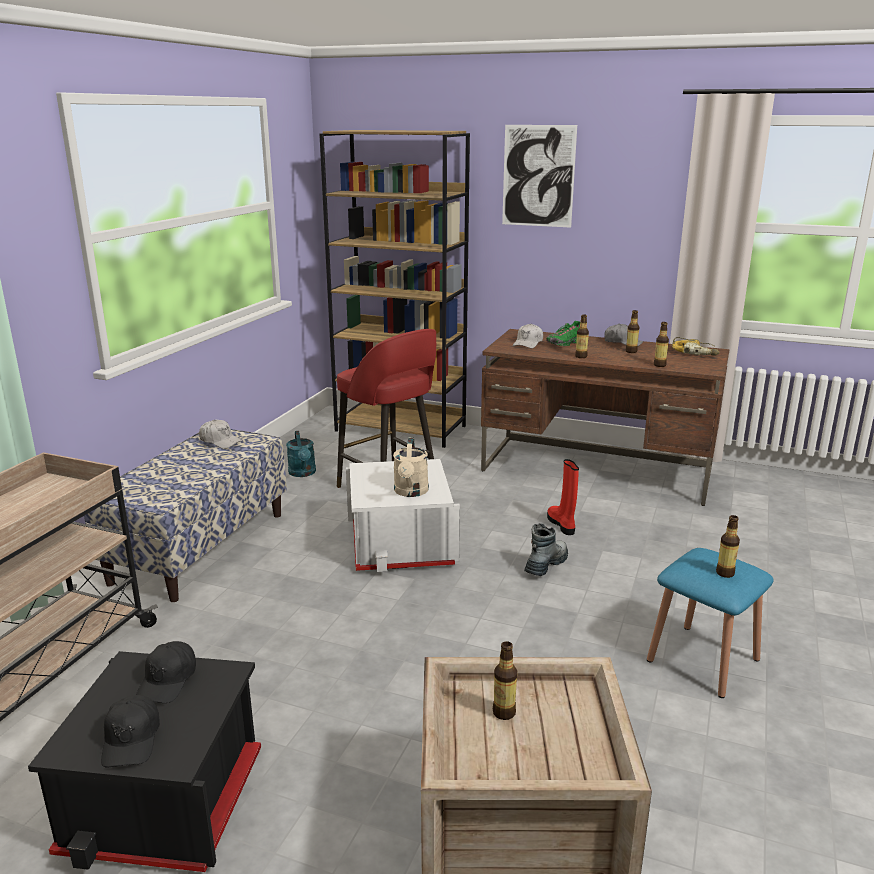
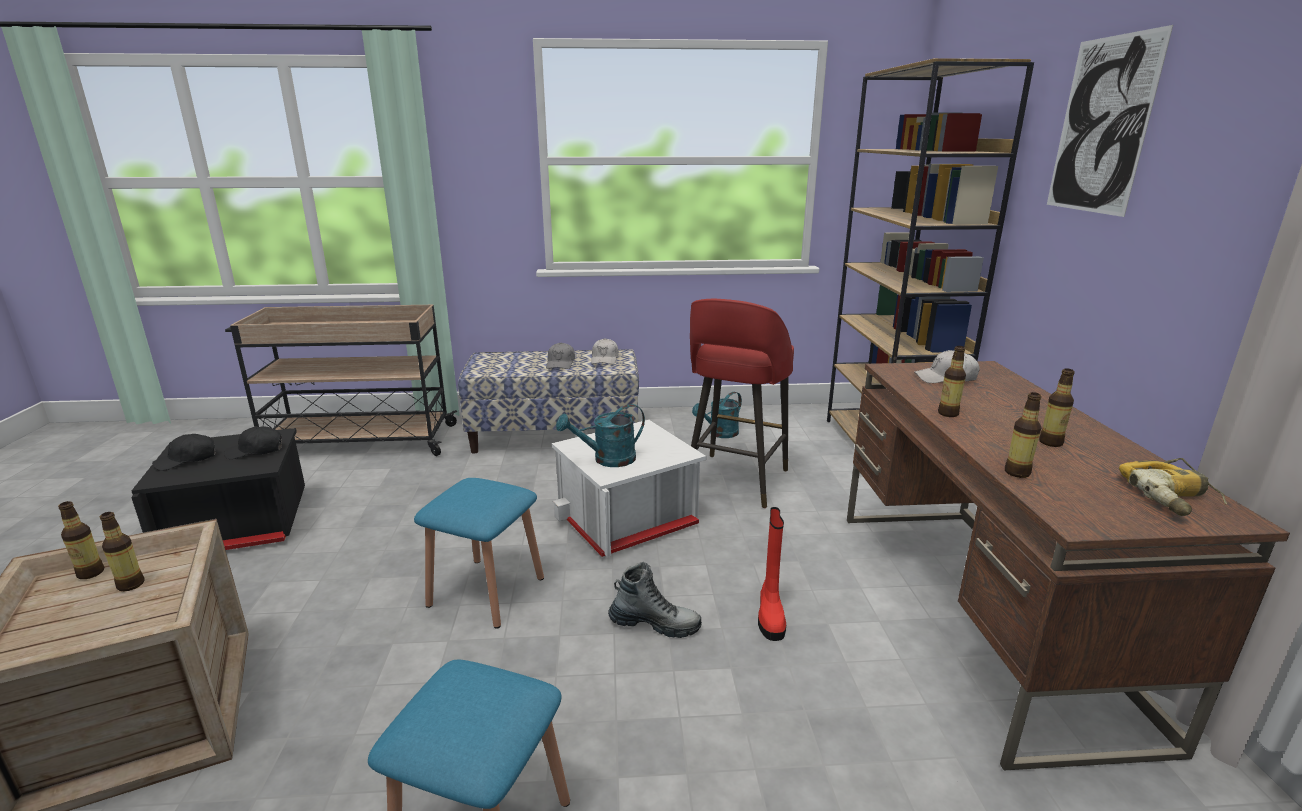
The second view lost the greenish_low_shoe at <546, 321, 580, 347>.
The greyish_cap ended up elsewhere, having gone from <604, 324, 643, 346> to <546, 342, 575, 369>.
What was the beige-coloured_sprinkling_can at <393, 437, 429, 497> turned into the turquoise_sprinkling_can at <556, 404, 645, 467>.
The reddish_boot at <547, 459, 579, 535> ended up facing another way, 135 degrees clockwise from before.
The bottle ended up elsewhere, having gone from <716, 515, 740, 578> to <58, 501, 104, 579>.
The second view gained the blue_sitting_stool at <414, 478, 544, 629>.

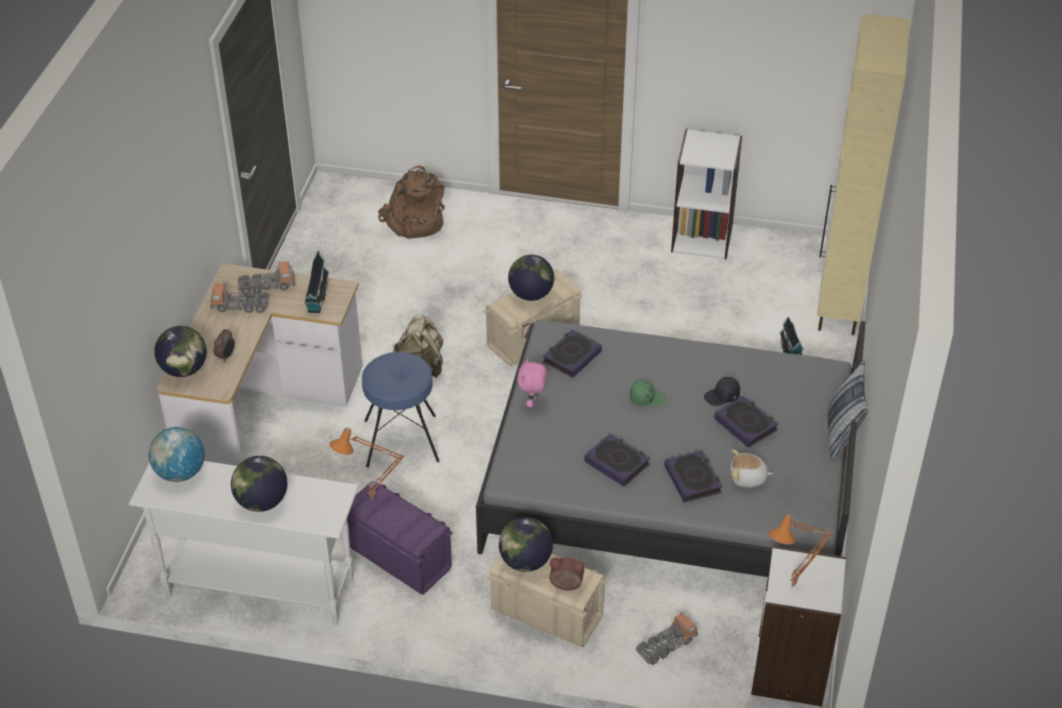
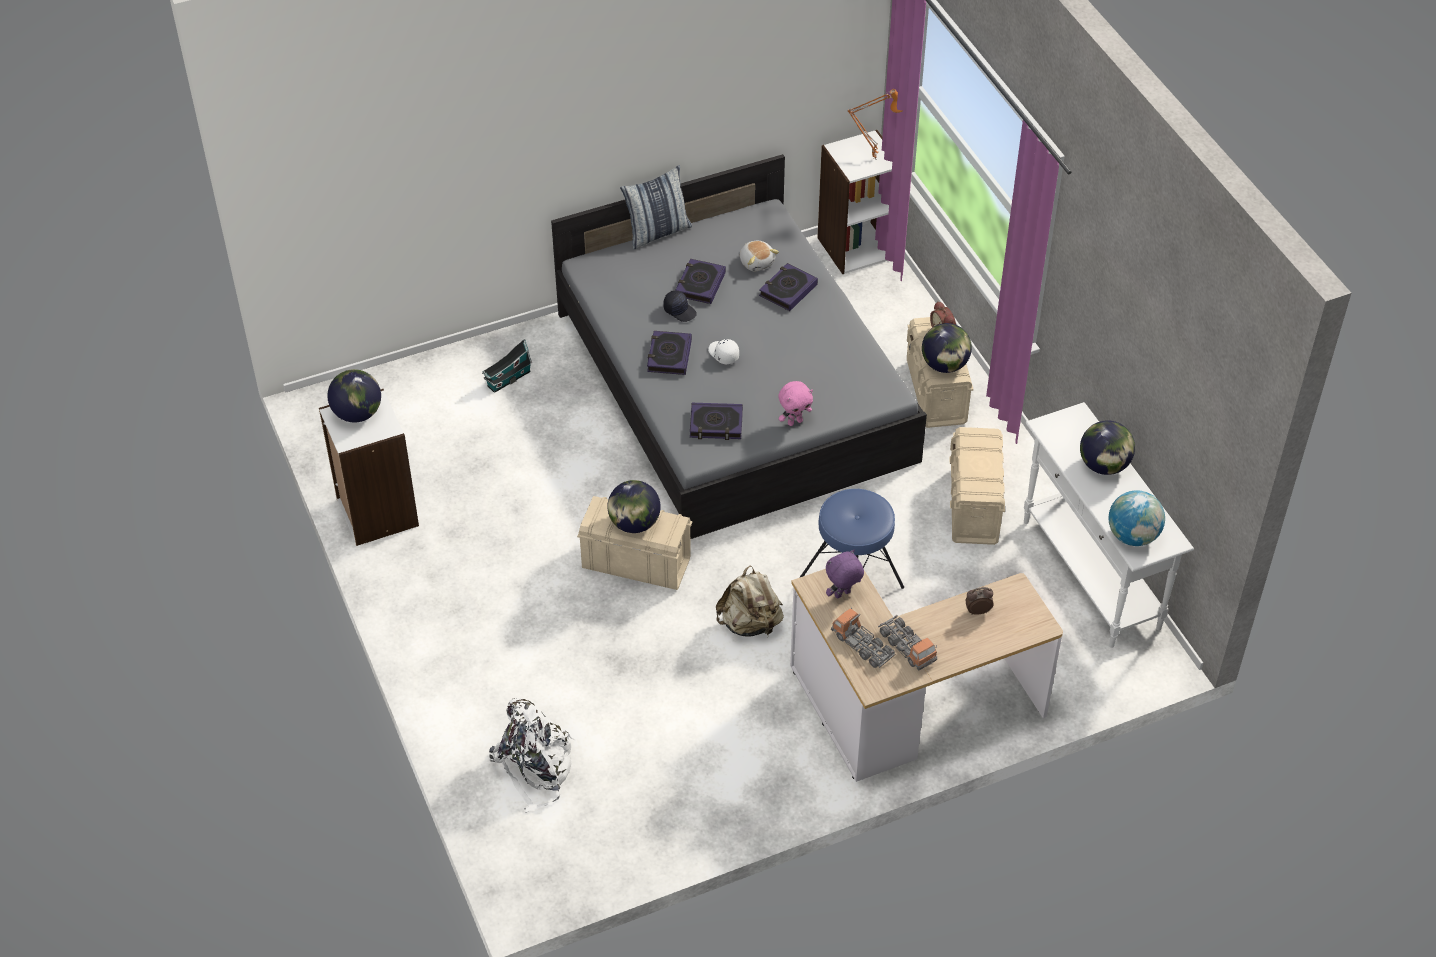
The second view lost the beige-coloured_cupboard at <817, 14, 910, 335>.
What was the brown_backpack at <378, 165, 445, 239> turned into the white_backpack at <488, 698, 576, 812>.
Where the toy_house stood at <304, 251, 329, 313>, the purplish_soft_toy came to stand at <826, 550, 864, 599>.
The desk_globe ended up elsewhere, having gone from <154, 326, 207, 377> to <327, 369, 381, 422>.
What was the greenish_cap at <630, 380, 666, 407> turned into the white_cap at <708, 339, 739, 364>.
The second view lost the orange-coloured_tabletop_lamp at <329, 428, 404, 500>.
The volume ended up elsewhere, having gone from <584, 434, 650, 487> to <647, 331, 692, 375>.
What was the purplish_storage_bin at <347, 481, 453, 594> turned into the beige-coloured_storage_bin at <950, 427, 1005, 545>.
The second view lost the model_truck at <635, 612, 698, 665>.

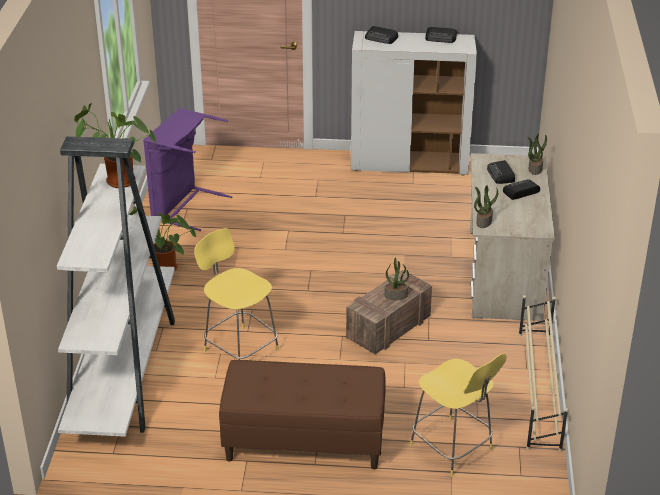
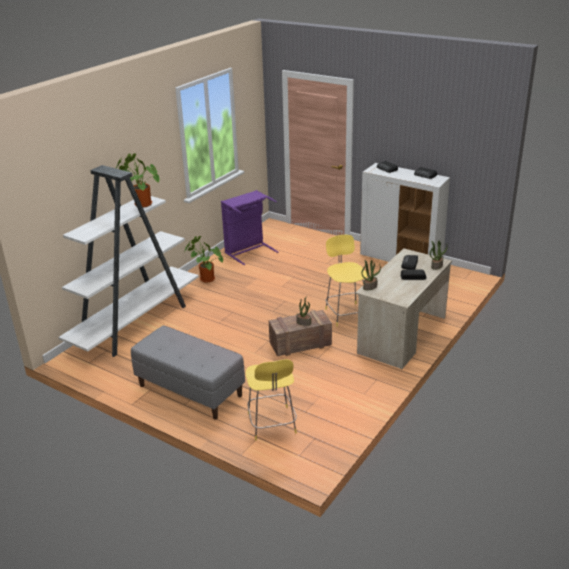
The yellowish_sitting_stool ended up elsewhere, having gone from <194, 228, 279, 360> to <325, 235, 367, 326>.
The second view lost the beige-coloured_shoe_shelf at <519, 295, 568, 451>.
What was the brown_indoor_bench at <219, 360, 386, 469> turned into the greyish_indoor_bench at <131, 325, 245, 420>.

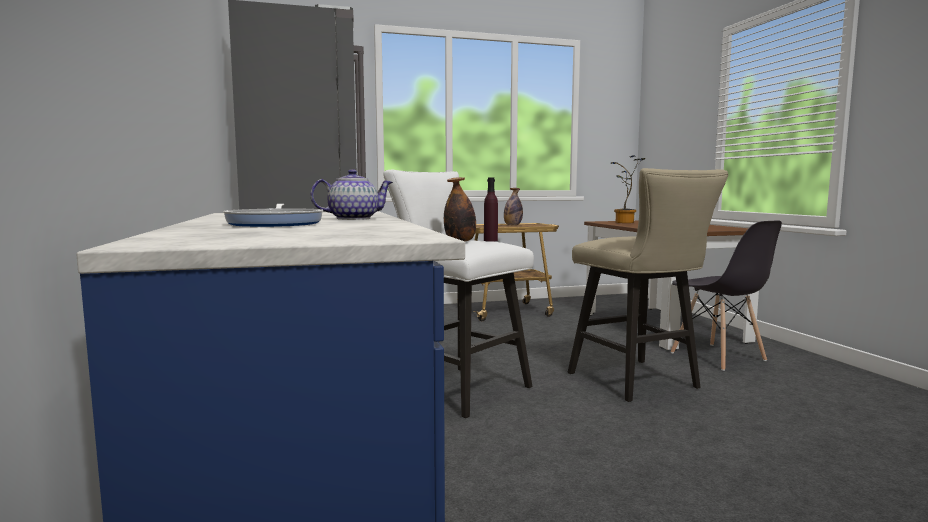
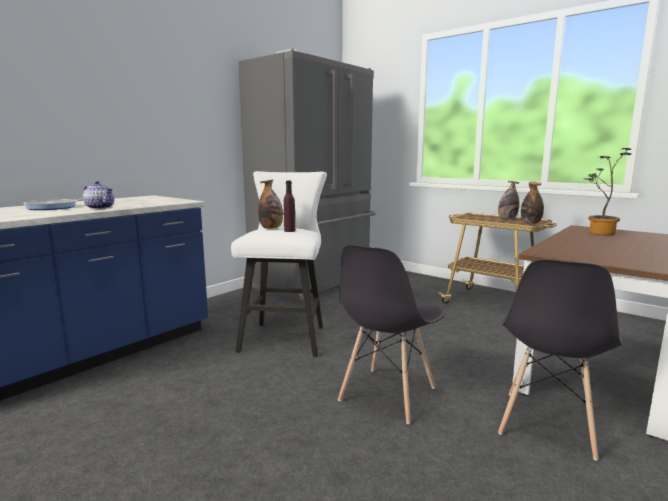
Where the beige-coloured_sitting_stool stood at <568, 168, 728, 402>, the greyish_plain_chair came to stand at <338, 245, 444, 424>.
The second view gained the bottle at <521, 182, 544, 224>.

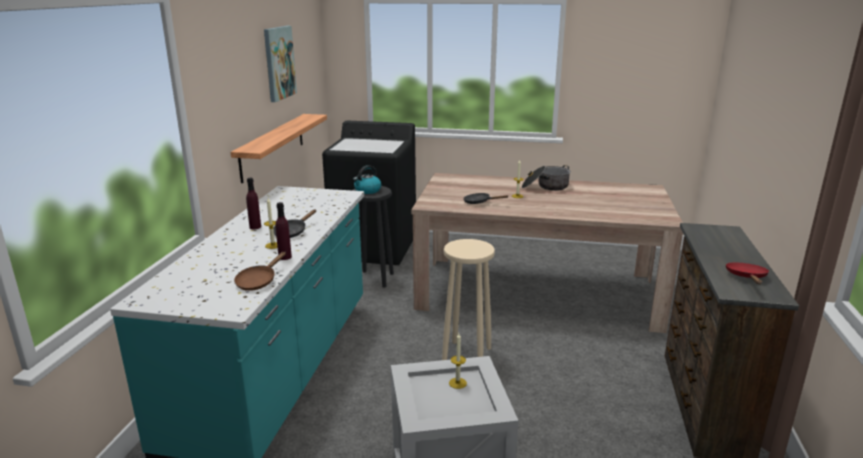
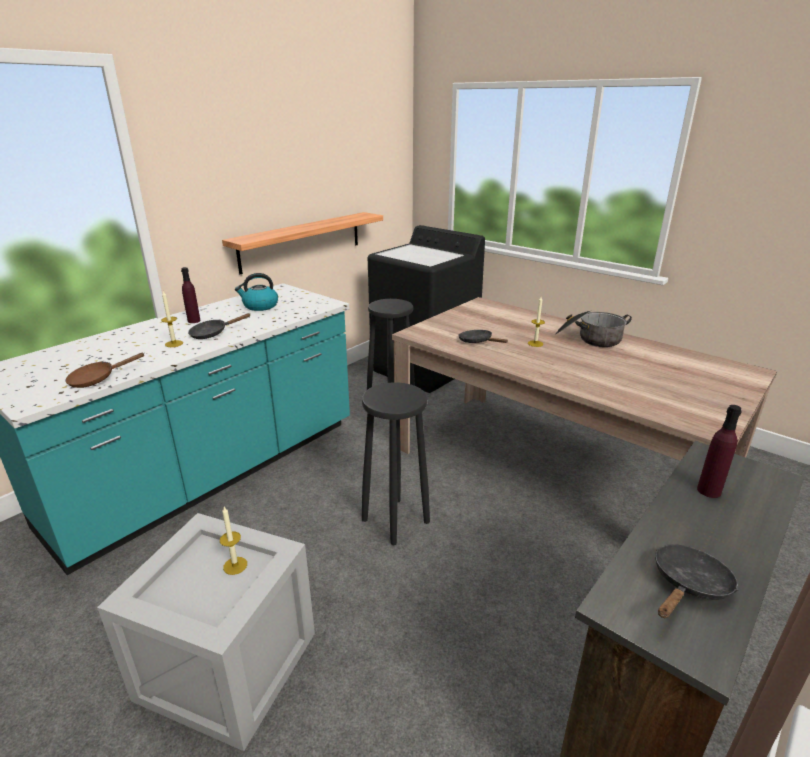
The second view lost the wall_art at <264, 26, 297, 102>.
The water_kettle ended up elsewhere, having gone from <353, 165, 381, 194> to <235, 273, 278, 311>.
The purplish_bottle ended up elsewhere, having gone from <276, 202, 292, 260> to <697, 405, 742, 498>.
What was the beige-coloured_sitting_stool at <442, 239, 495, 360> turned into the black-coloured_sitting_stool at <362, 382, 430, 545>.
What was the reddish_pan at <726, 262, 769, 284> turned into the black-coloured_pan at <655, 544, 738, 618>.

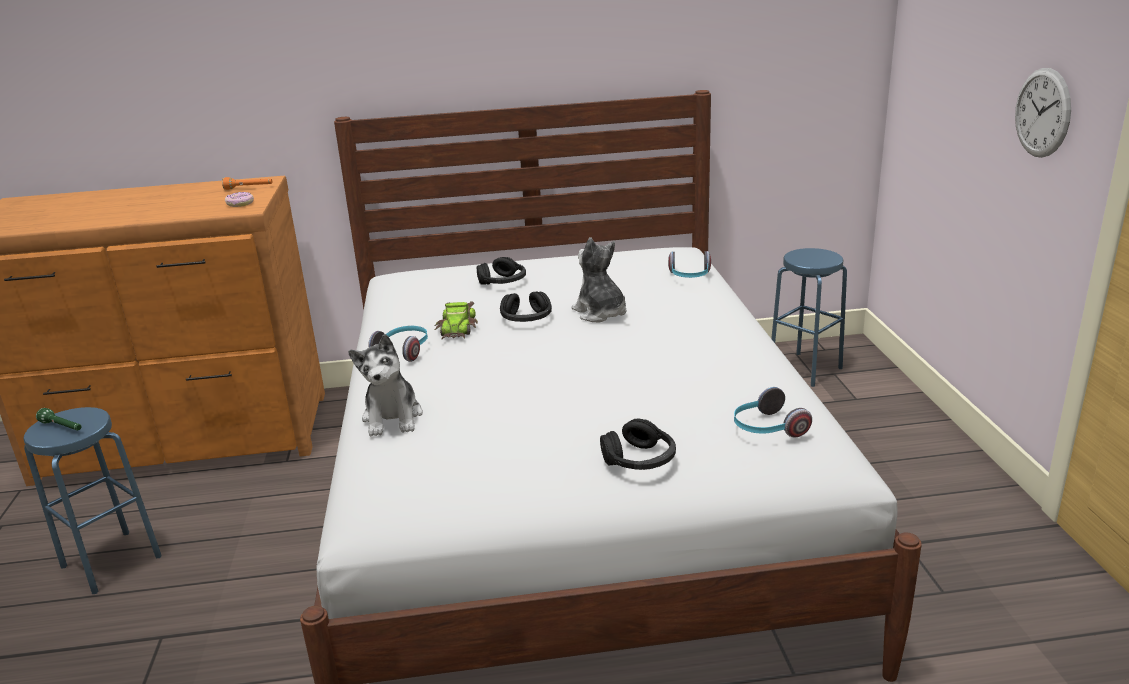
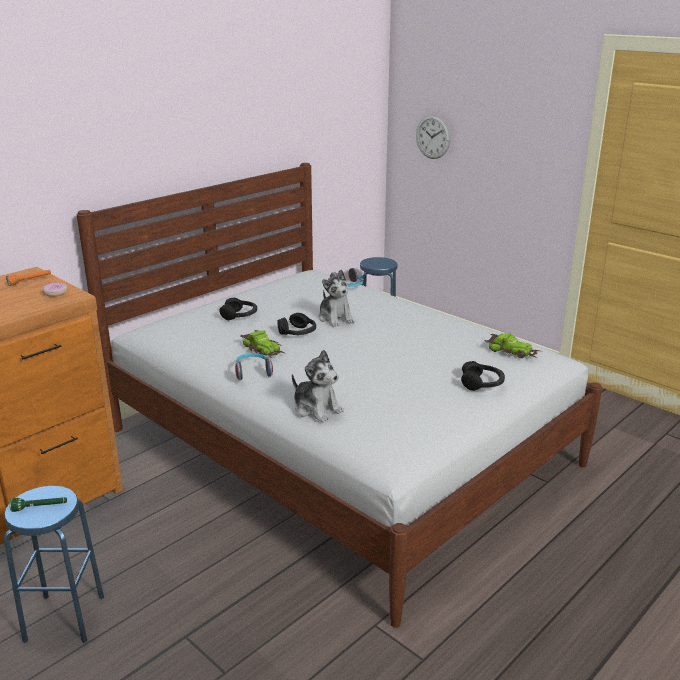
The hanging_clock ended up elsewhere, having gone from <1015, 68, 1071, 158> to <416, 115, 451, 159>.
The soft_toy at <572, 237, 626, 322> ended up facing another way, 135 degrees counterclockwise from before.
Where the pair_of_headphones stood at <734, 387, 812, 438>, the model_car came to stand at <485, 333, 540, 358>.

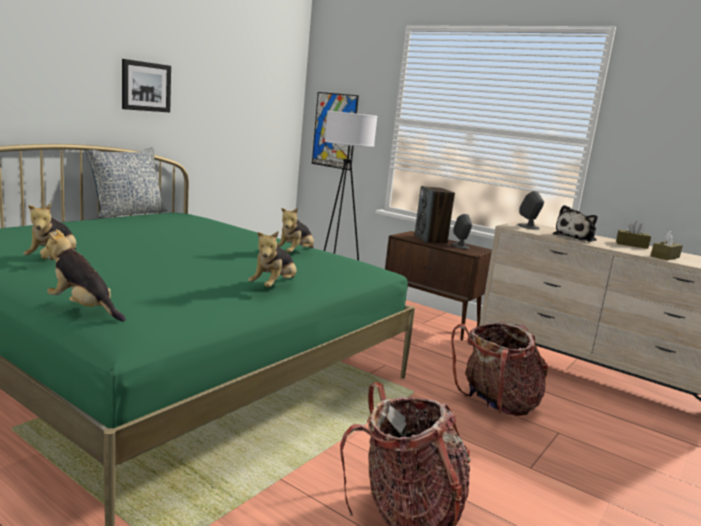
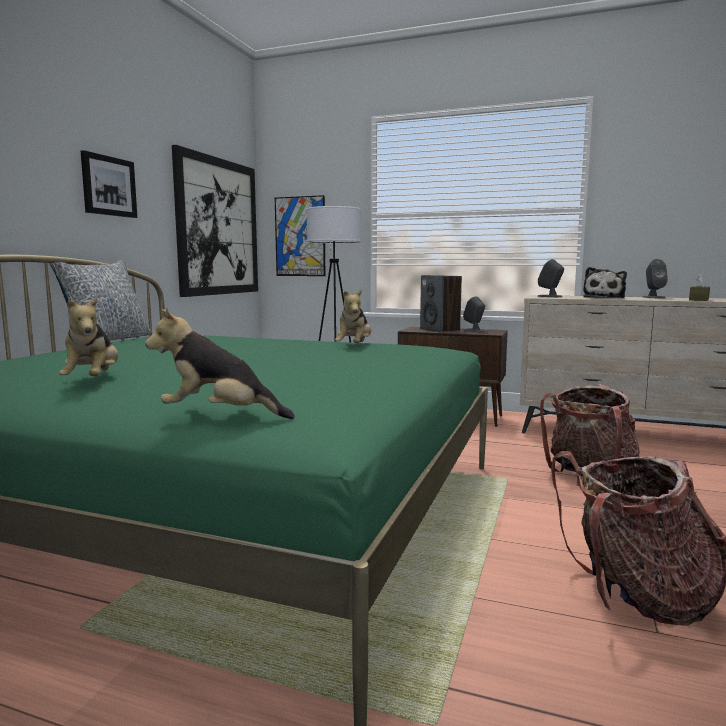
Where the brown_tissue_holder stood at <616, 221, 651, 249>, the greyish_loudspeaker came to stand at <643, 259, 668, 298>.
The second view lost the soft_toy at <248, 231, 297, 287>.
The second view gained the wall_art at <172, 145, 258, 297>.

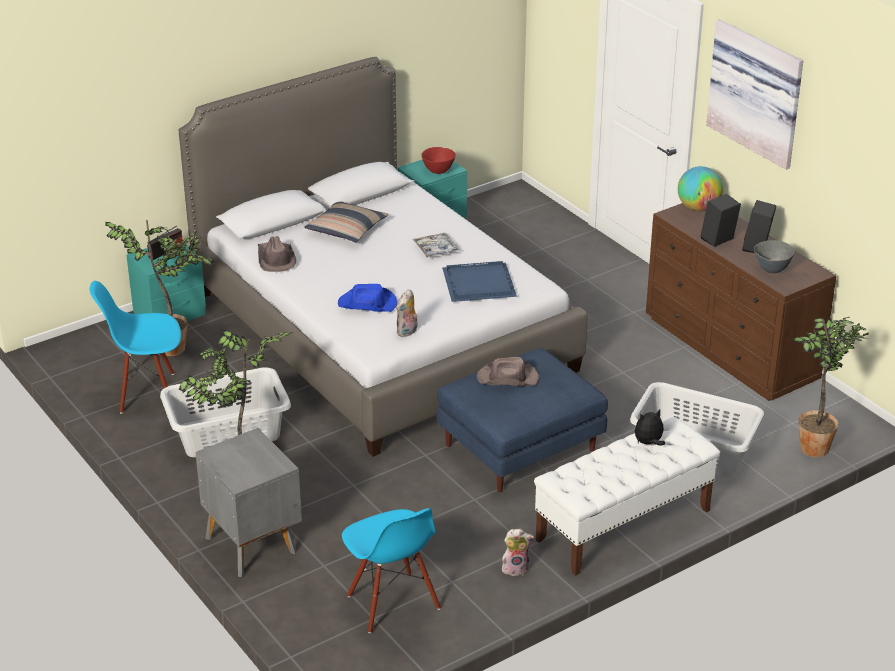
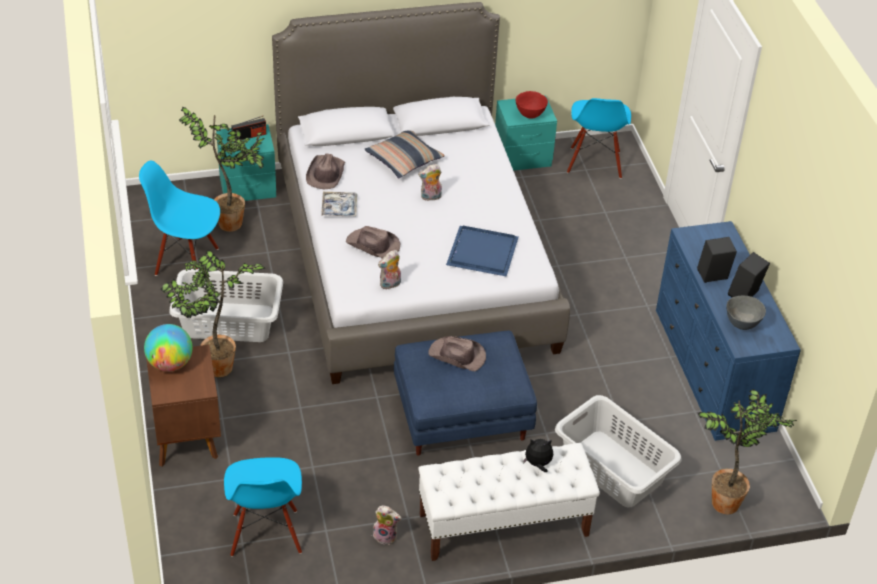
The second view lost the wall_art at <706, 19, 803, 170>.
The desk_globe ended up elsewhere, having gone from <678, 166, 723, 211> to <144, 324, 193, 372>.
What was the brown_drawer_chest at <646, 203, 836, 401> turned into the blue_drawer_chest at <656, 221, 801, 441>.
The tray ended up elsewhere, having gone from <413, 233, 461, 258> to <321, 192, 357, 217>.
What was the blue_wearable_hat at <338, 284, 397, 312> turned into the brown_wearable_hat at <346, 226, 400, 258>.
What was the greyish_nightstand at <195, 428, 302, 577> turned into the brown_nightstand at <146, 345, 221, 467>.
The second view gained the blue_plain_chair at <567, 98, 631, 179>.
The second view gained the soft_toy at <418, 164, 442, 201>.

